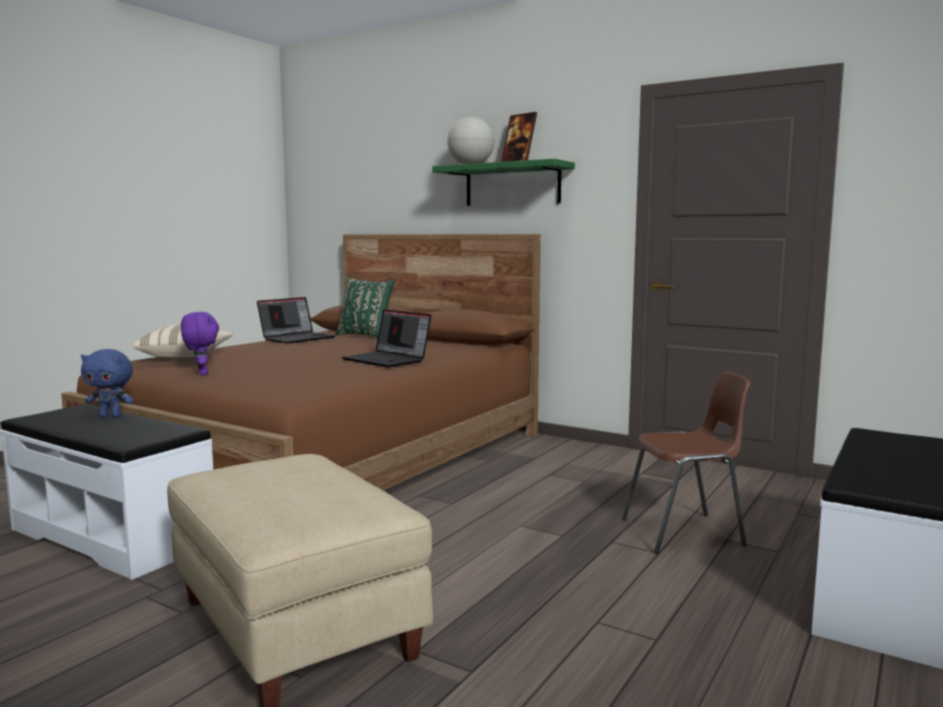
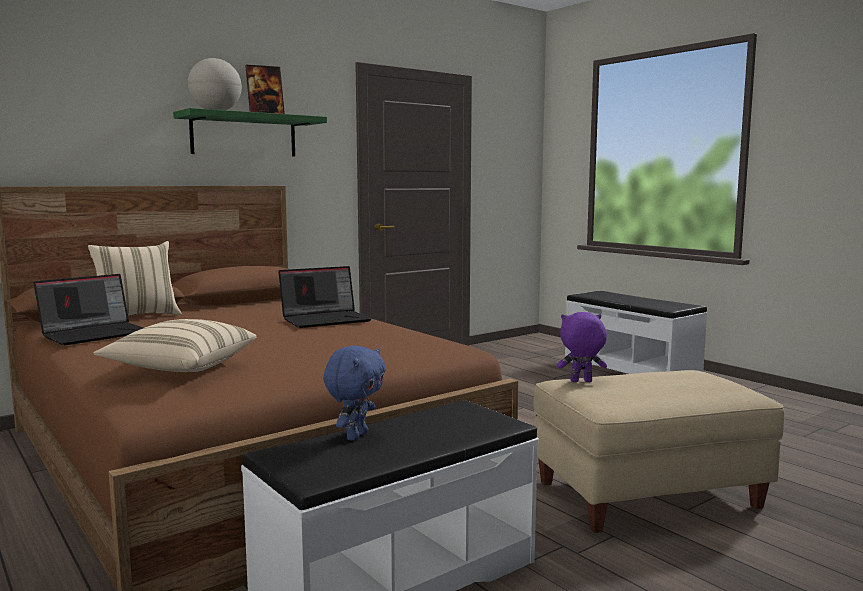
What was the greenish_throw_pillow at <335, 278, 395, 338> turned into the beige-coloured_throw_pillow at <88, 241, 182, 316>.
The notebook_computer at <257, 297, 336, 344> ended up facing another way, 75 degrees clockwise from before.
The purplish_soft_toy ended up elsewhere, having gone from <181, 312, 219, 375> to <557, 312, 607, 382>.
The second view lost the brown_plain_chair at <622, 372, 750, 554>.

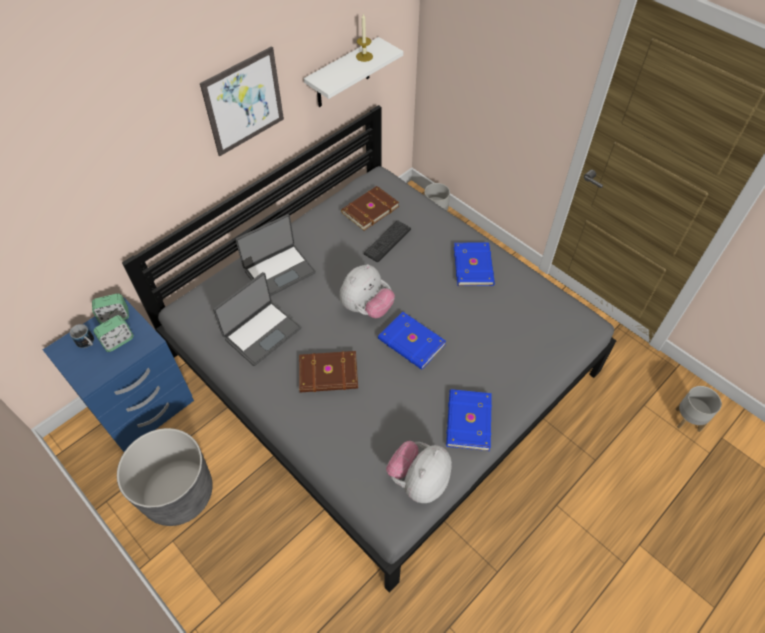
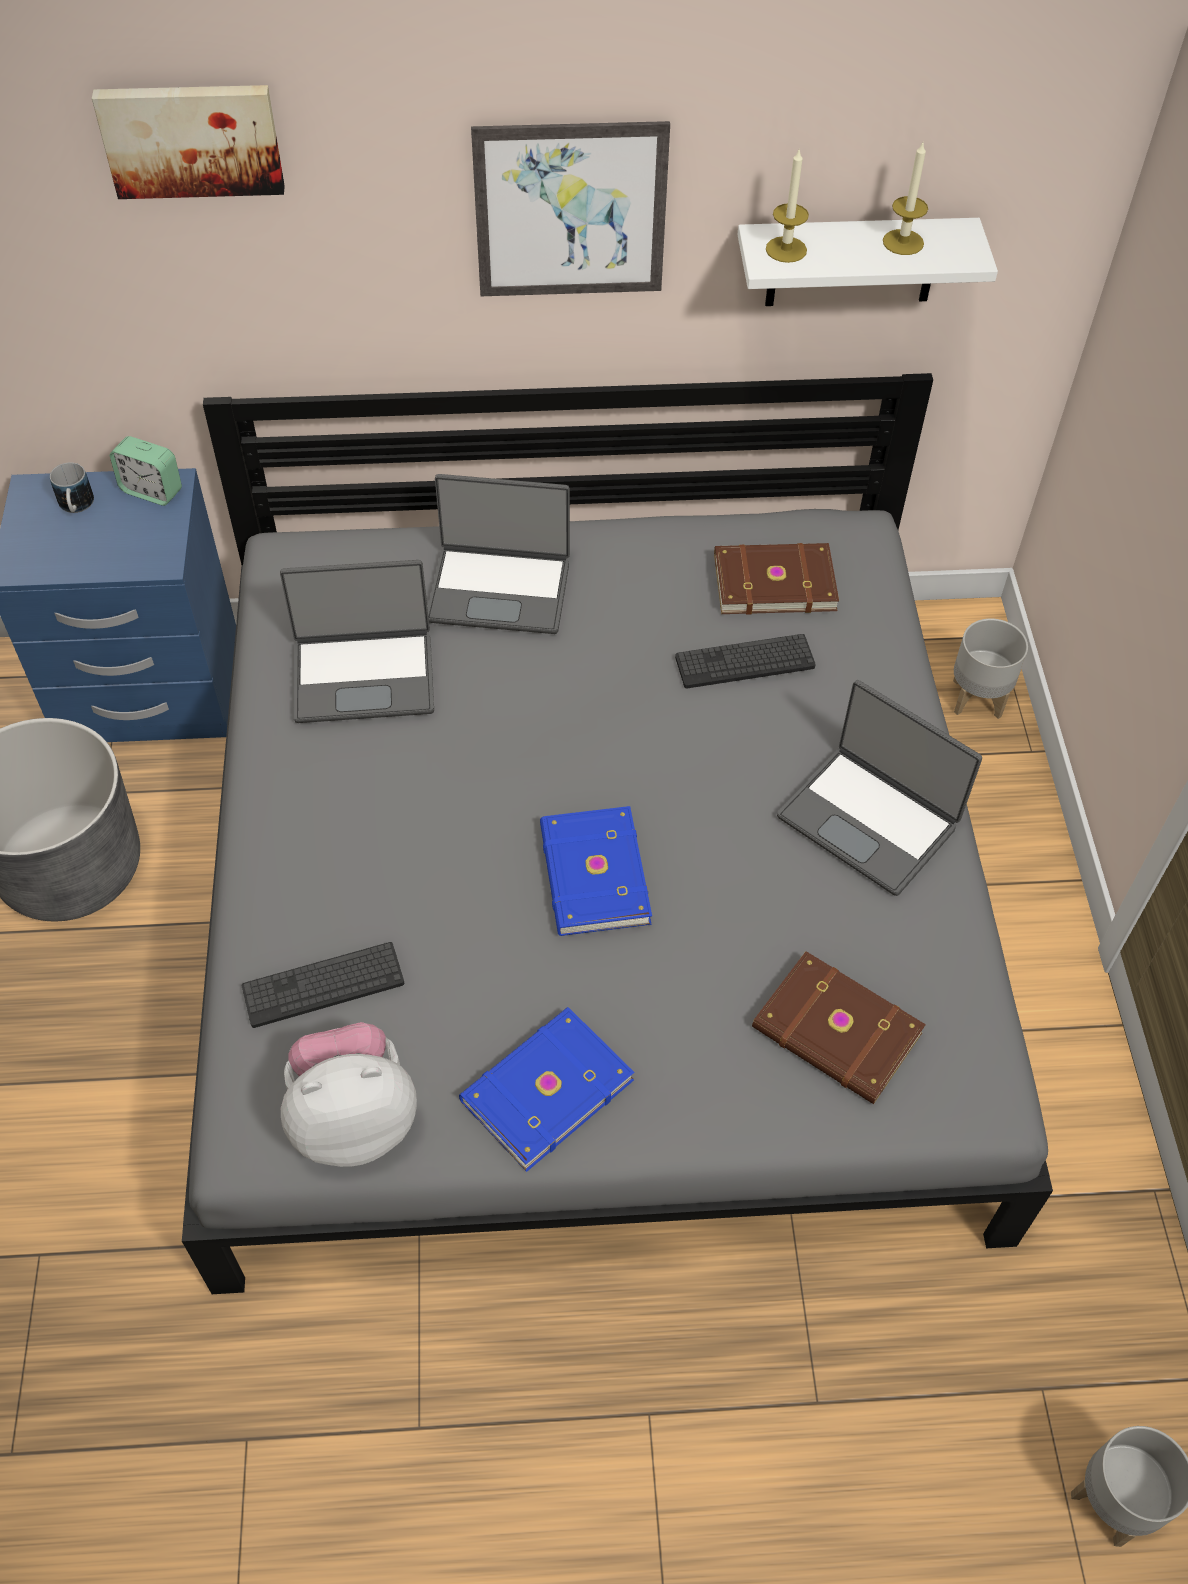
Where the blue_volume stood at <454, 242, 495, 286>, the notebook_computer came to stand at <777, 680, 982, 896>.
The second view lost the soft_toy at <340, 264, 395, 318>.
The second view lost the bedside_clock at <93, 315, 134, 352>.
The brown_volume ended up elsewhere, having gone from <299, 351, 358, 392> to <752, 951, 926, 1104>.
The second view gained the wall_art at <92, 85, 285, 199>.
The second view gained the wax_light at <766, 148, 809, 263>.
The second view gained the keyboard at <242, 942, 404, 1028>.

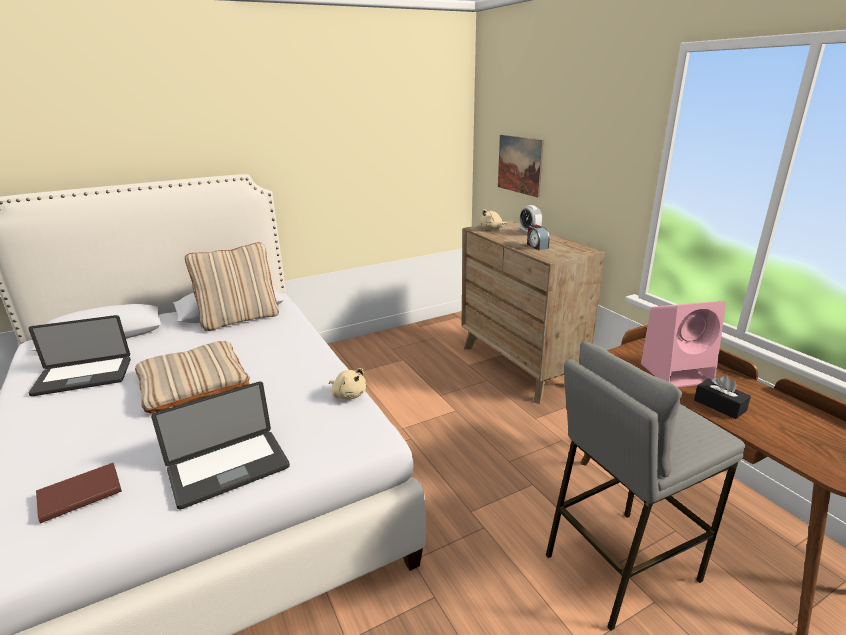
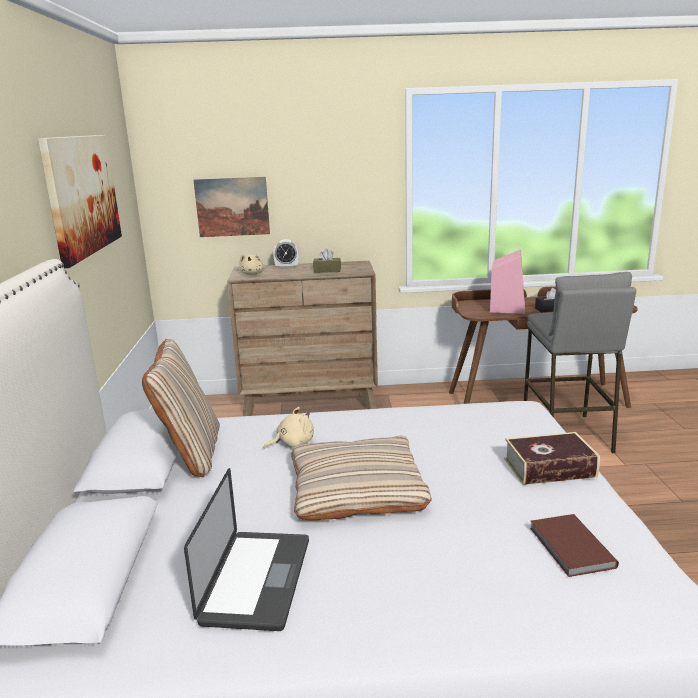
Where the bedside_clock stood at <527, 225, 550, 250>, the brown_tissue_holder came to stand at <313, 249, 341, 273>.
The beige-coloured_soft_toy ended up elsewhere, having gone from <329, 368, 366, 400> to <264, 407, 314, 449>.
Where the notebook_computer stood at <151, 382, 290, 509>, the volume came to stand at <504, 432, 600, 485>.
The second view gained the wall_art at <38, 135, 122, 268>.

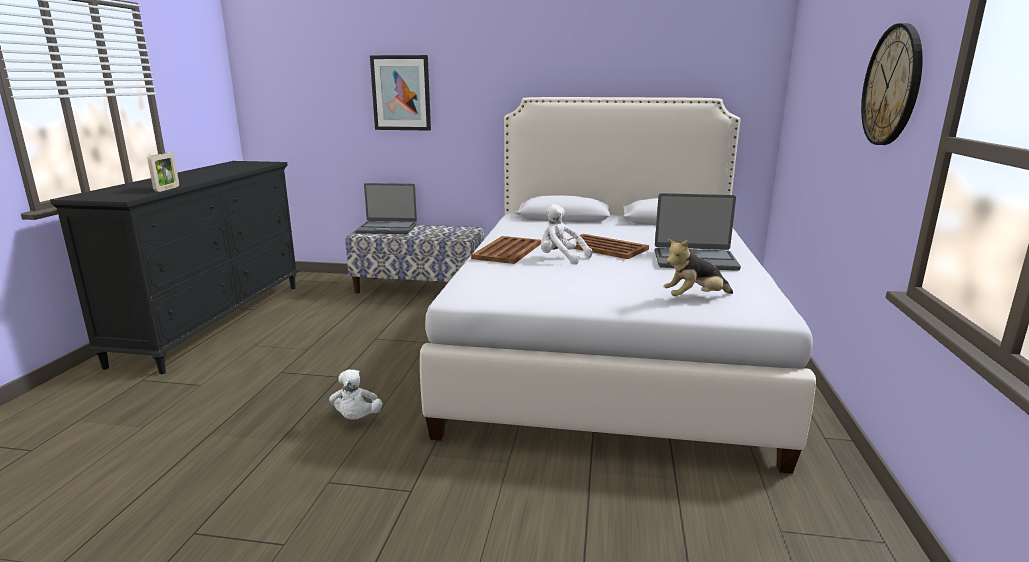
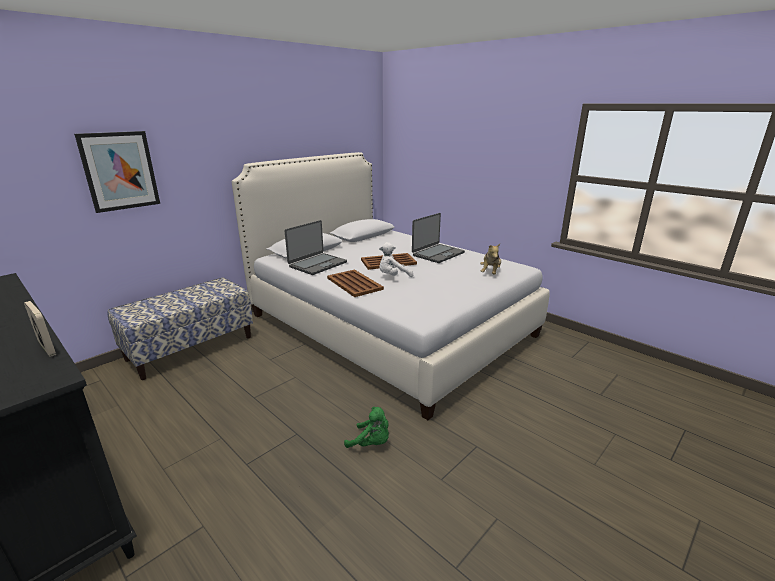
The second view lost the hanging_clock at <861, 23, 923, 145>.
The notebook_computer ended up elsewhere, having gone from <355, 183, 417, 234> to <285, 220, 347, 275>.
What was the white_soft_toy at <329, 369, 383, 420> turned into the greenish_soft_toy at <344, 407, 389, 448>.

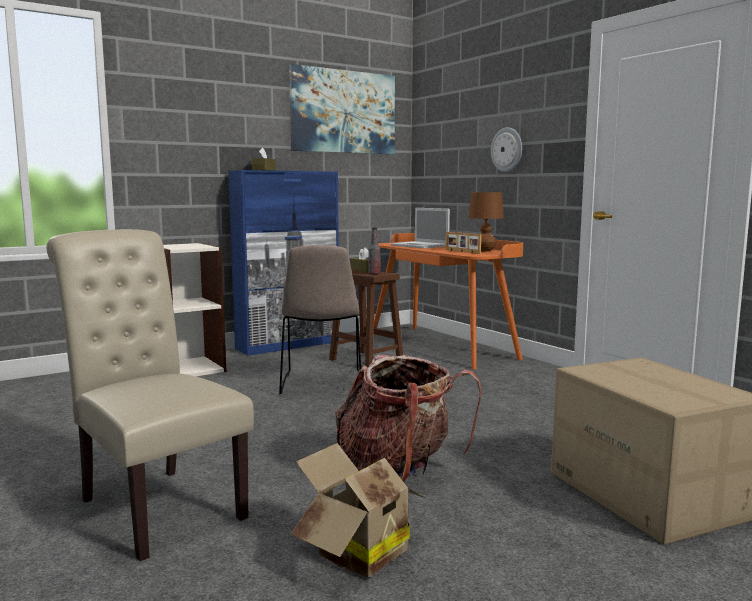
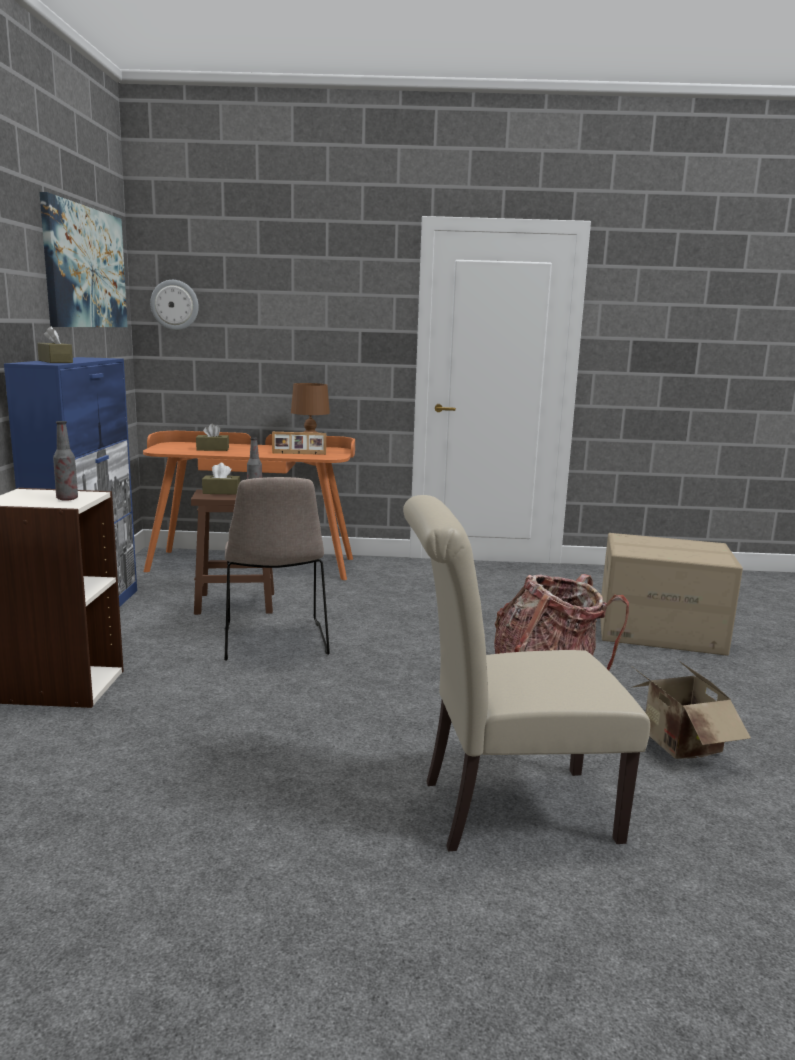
The hanging_clock ended up elsewhere, having gone from <491, 127, 522, 172> to <150, 280, 199, 330>.
Where the notebook_computer stood at <391, 208, 450, 248>, the brown_tissue_holder came to stand at <196, 424, 229, 451>.
The beige-coloured_plain_chair at <279, 245, 361, 394> ended up facing another way, 45 degrees clockwise from before.
The second view gained the bottle at <53, 421, 78, 501>.

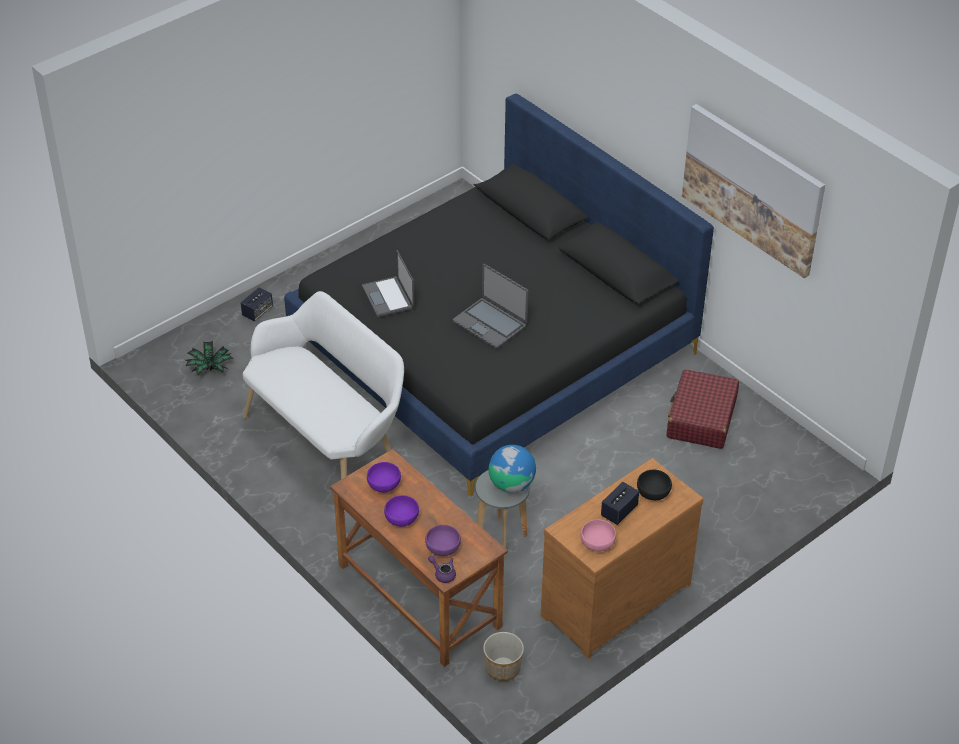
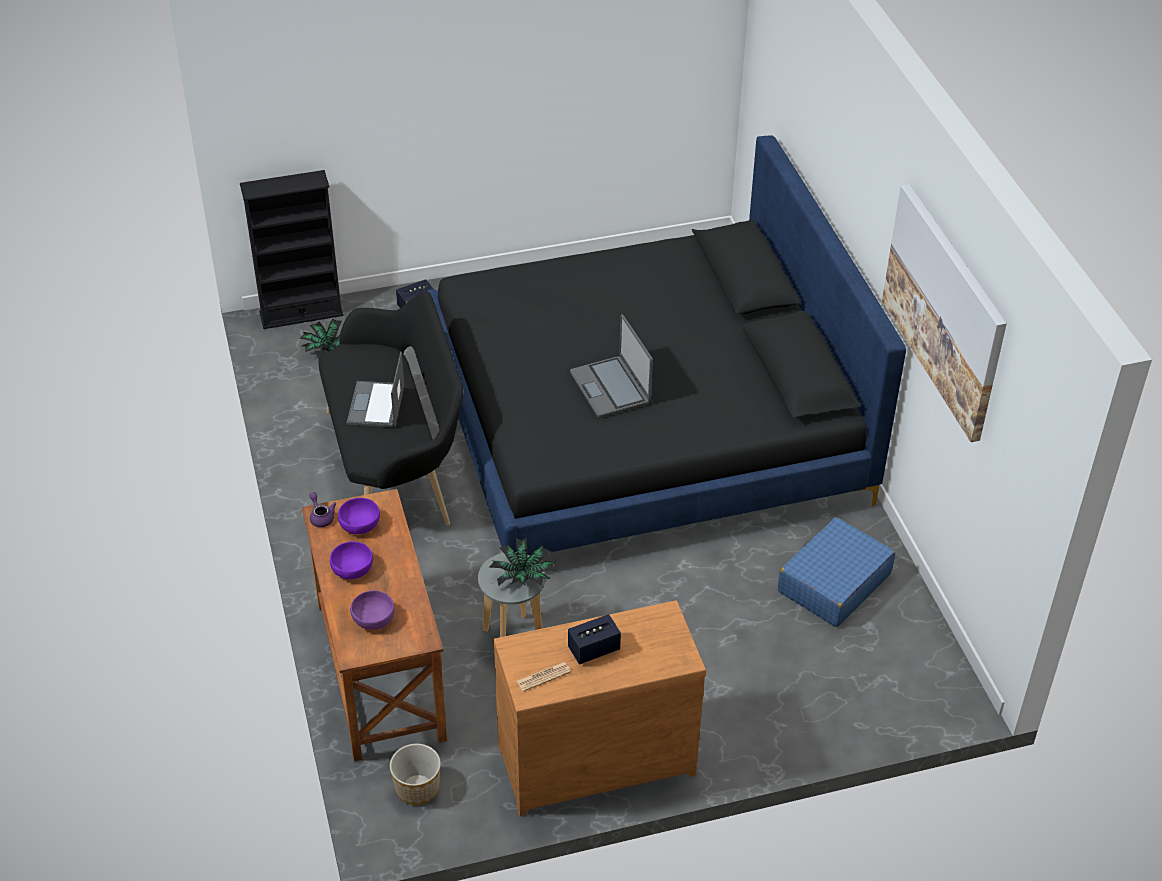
The notebook_computer ended up elsewhere, having gone from <362, 250, 414, 317> to <347, 352, 404, 427>.
What was the white_indoor_bench at <243, 291, 404, 512> turned into the black-coloured_indoor_bench at <319, 291, 463, 526>.
What was the reddish_travel_case at <667, 369, 739, 449> turned into the blue_travel_case at <778, 517, 895, 627>.
Where the desk_globe stood at <489, 445, 536, 493>, the potted_plant came to stand at <489, 537, 557, 586>.
The second view lost the black-coloured_deep_dish at <637, 469, 672, 500>.
Where the pink_deep_dish stood at <580, 519, 616, 552>, the newspaper came to stand at <517, 662, 571, 692>.
The purplish_teapot ended up elsewhere, having gone from <428, 556, 456, 583> to <310, 492, 336, 527>.
The second view gained the black-coloured_shelving_unit at <240, 170, 344, 329>.

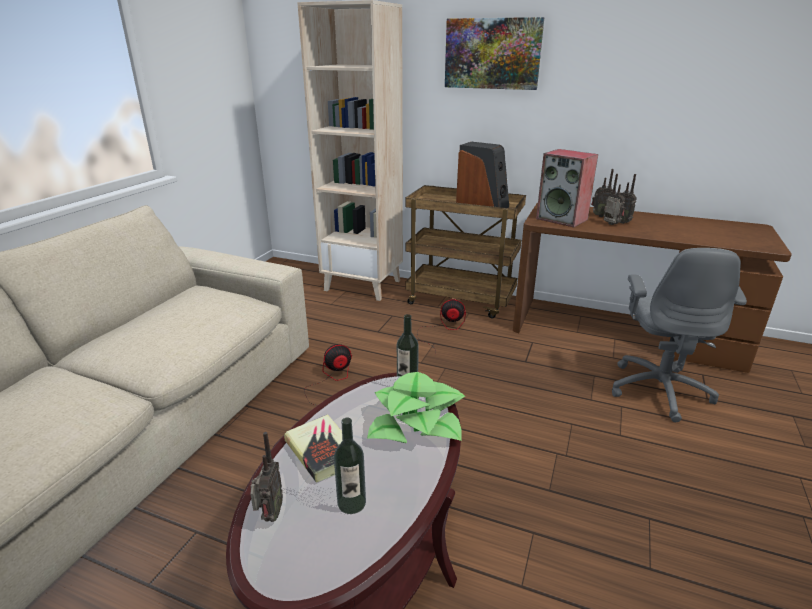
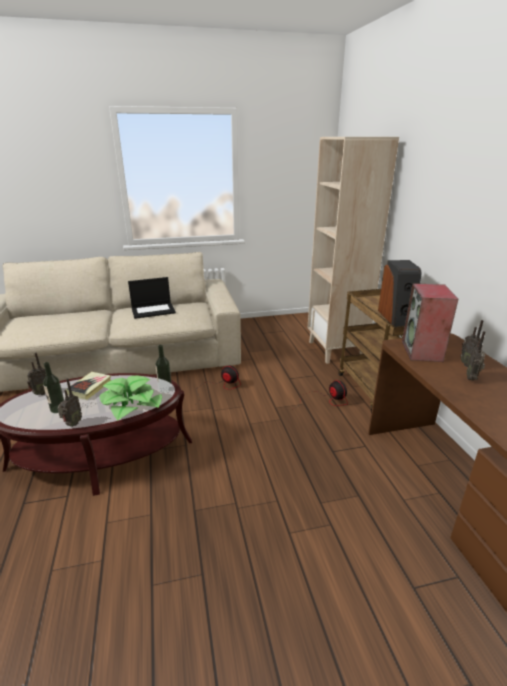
The second view lost the wall_art at <445, 17, 545, 90>.
The radio_set ended up elsewhere, having gone from <603, 174, 625, 225> to <57, 378, 82, 427>.
The second view lost the greyish_office_chair at <612, 248, 747, 422>.
The second view gained the notebook_computer at <128, 277, 176, 319>.

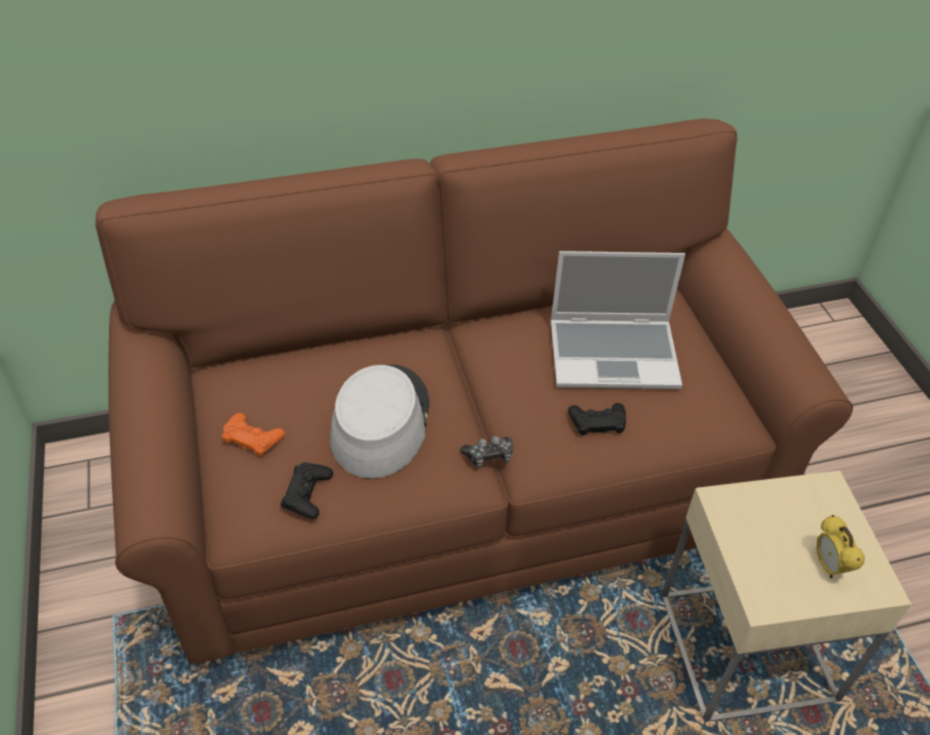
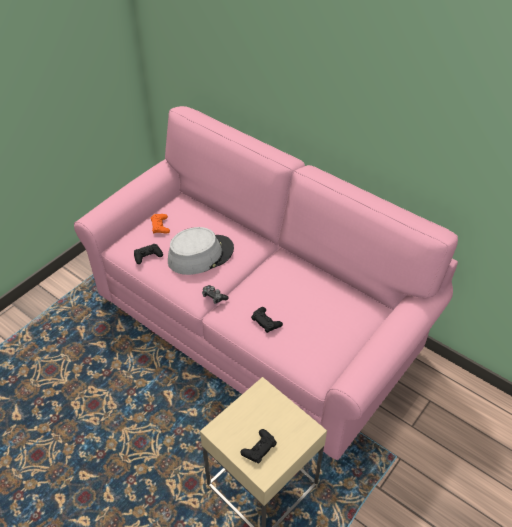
What was the brown_sofa at <95, 119, 853, 664> turned into the pink_sofa at <74, 106, 458, 460>.
The second view lost the notebook_computer at <551, 251, 685, 389>.
Where the bedside_clock stood at <816, 515, 865, 578>, the black-coloured_gamepad came to stand at <240, 429, 277, 464>.

